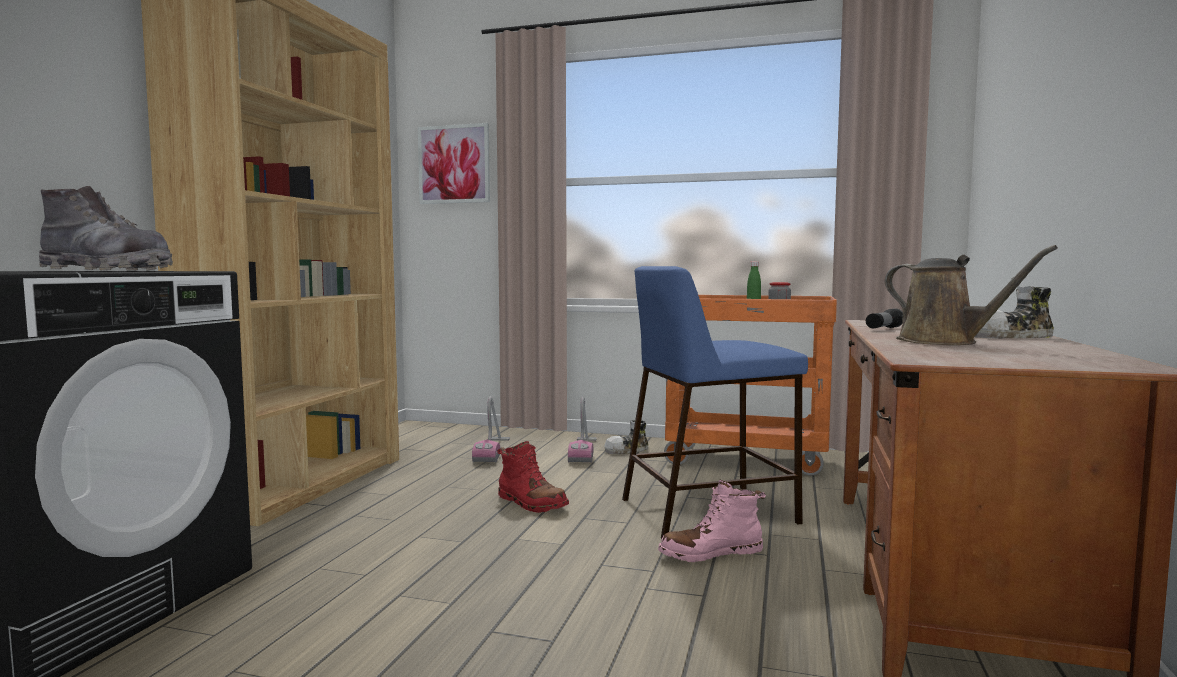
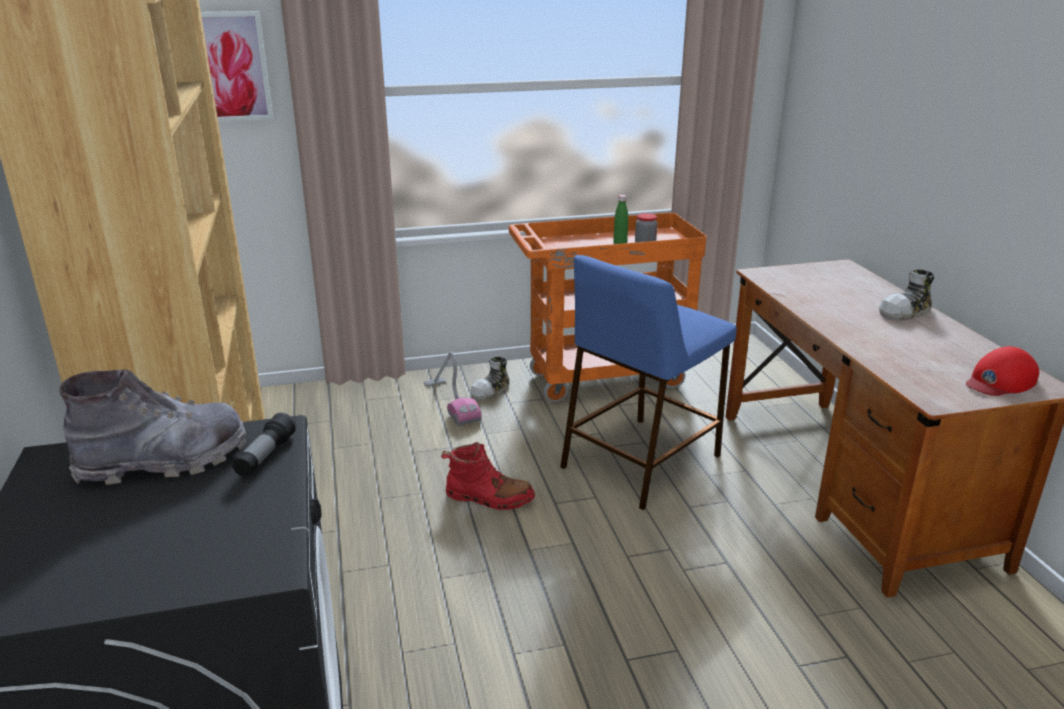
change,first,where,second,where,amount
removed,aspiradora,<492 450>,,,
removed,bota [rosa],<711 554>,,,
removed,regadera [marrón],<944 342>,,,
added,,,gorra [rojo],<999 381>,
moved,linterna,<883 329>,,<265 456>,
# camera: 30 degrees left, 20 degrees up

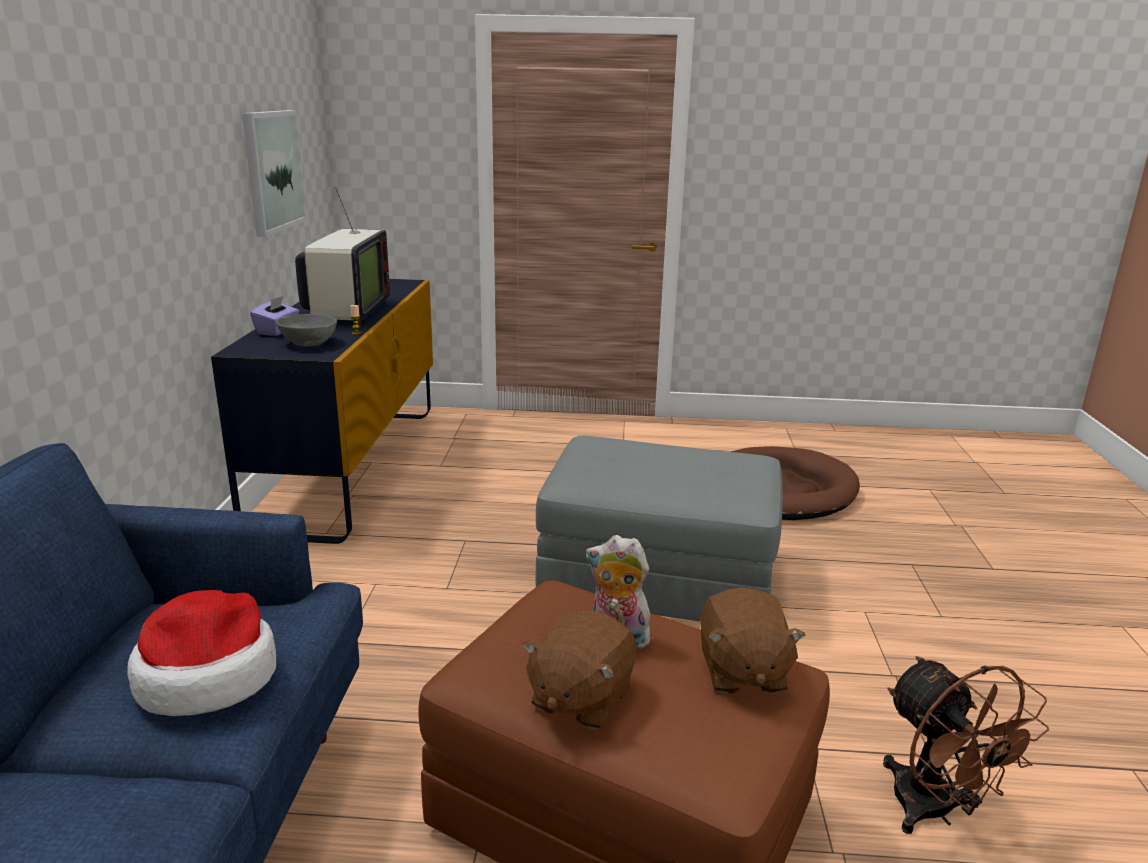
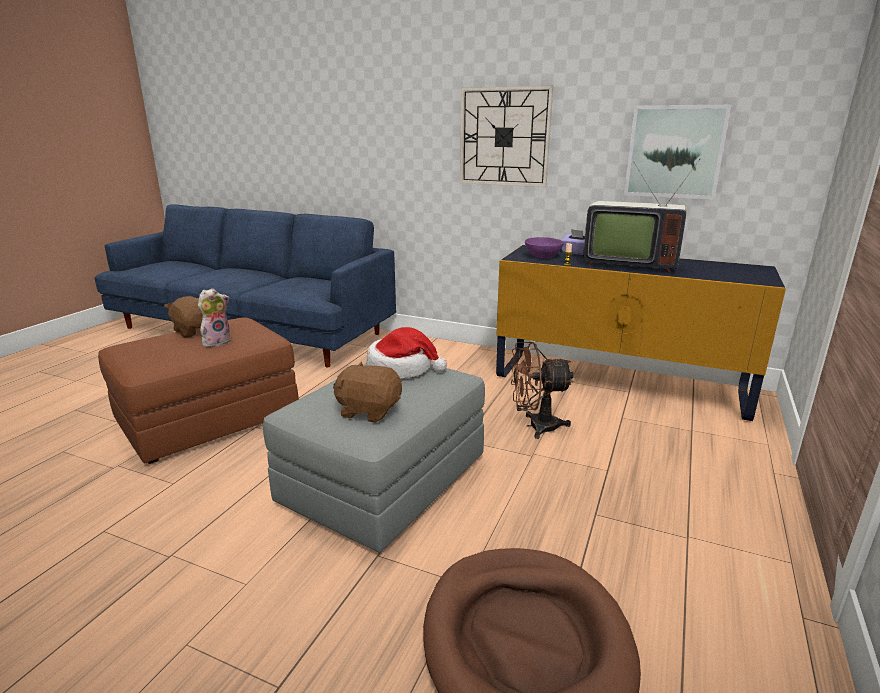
change,first,where,second,where,amount
added,,,reloj de pared,<504 137>,
moved,sombrero,<208 676>,,<402 368>,
moved,peluche [marrón],<741 672>,,<369 410>,
moved,ventilador [marrón],<935 812>,,<535 426>,
recoloured,cuenco [gris],<309 343>,cuenco [morado],<543 256>,
# camera: 110 degrees right, 0 degrees up

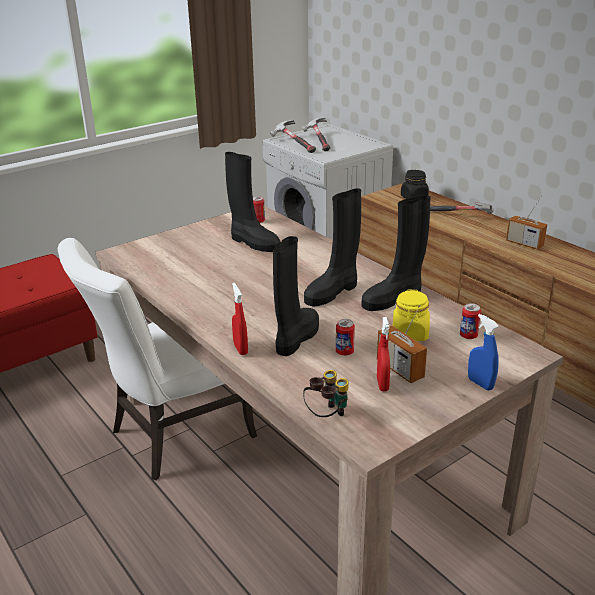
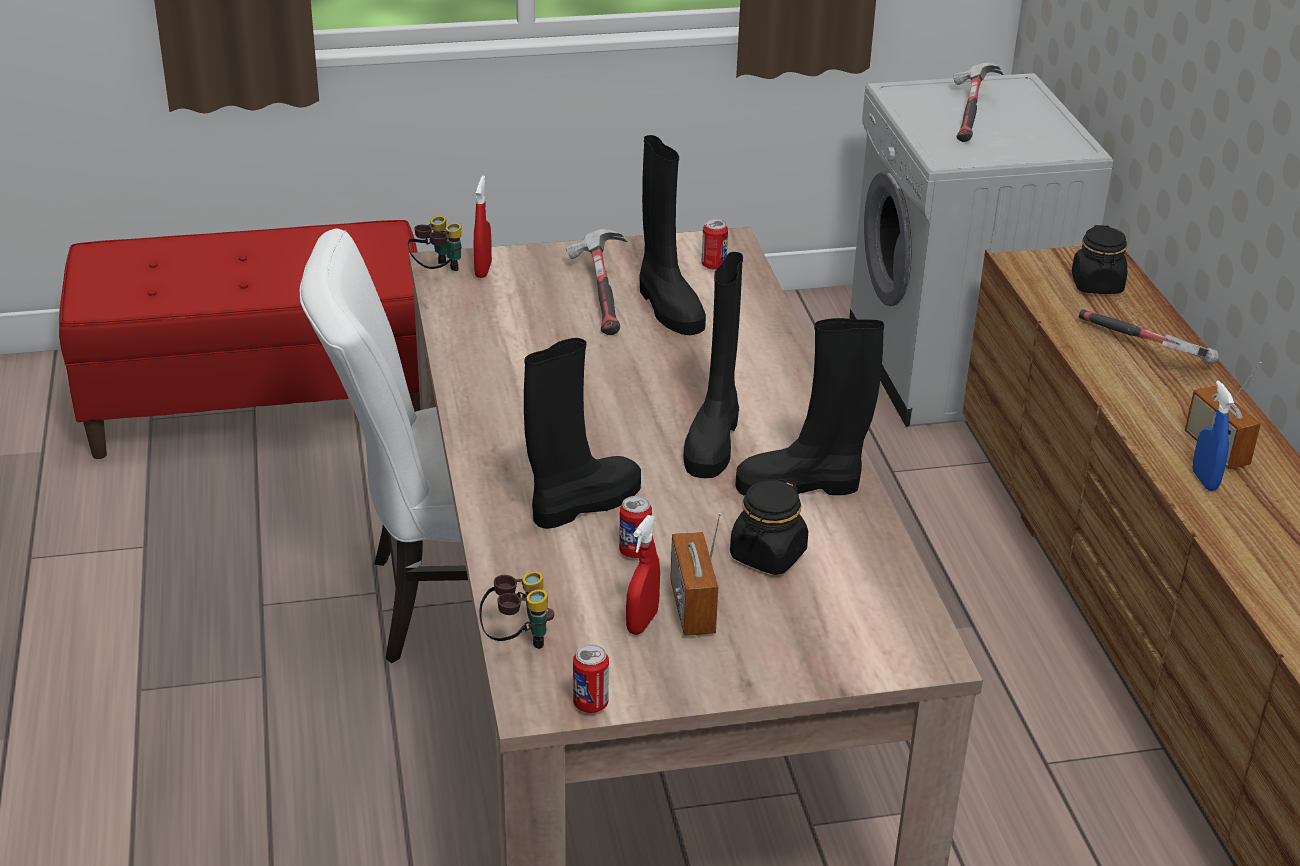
change,first,where,second,where,amount
added,,,prismáticos,<437 272>,
moved,pulverizador [rojo],<240 349>,,<483 270>,
moved,martillo,<294 144>,,<601 294>,
moved,lata,<468 336>,,<590 704>,
moved,pulverizador [azul],<480 384>,,<1204 480>,
recoloured,tarro [amarillo],<410 333>,tarro [negro],<767 555>,
turned,bota [negro],<332 292>,,<713 441>,60 degrees counterclockwise
# camera: 25 degrees right, 5 degrees up

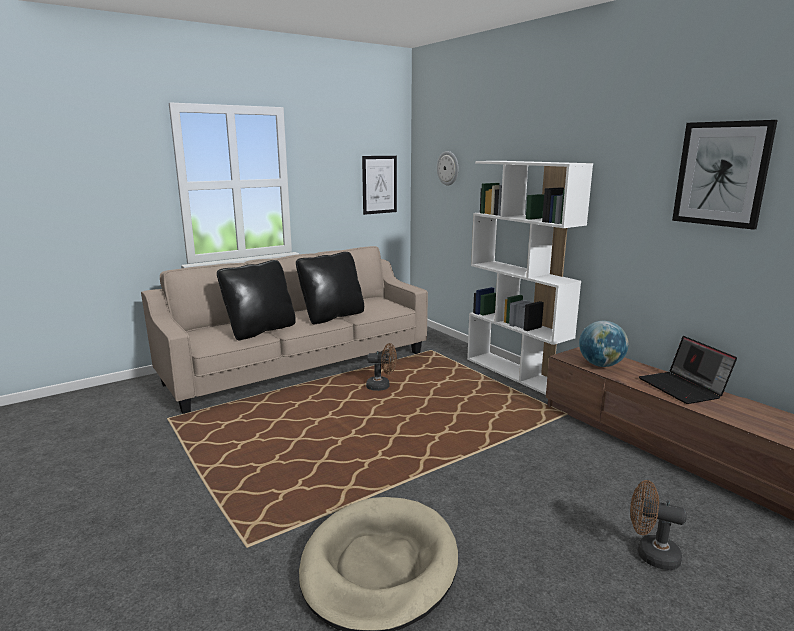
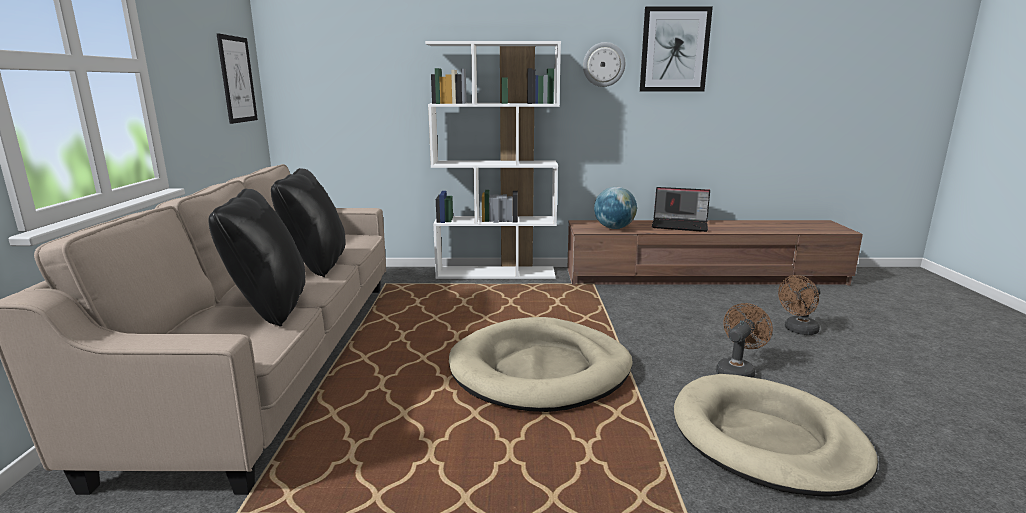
change,first,where,second,where,amount
added,,,cama para perro [beis],<541 370>,
moved,ventilador [marrón],<382 386>,,<737 371>,
moved,reloj de pared,<448 168>,,<603 64>,
# camera: 55 degrees left, 0 degrees up

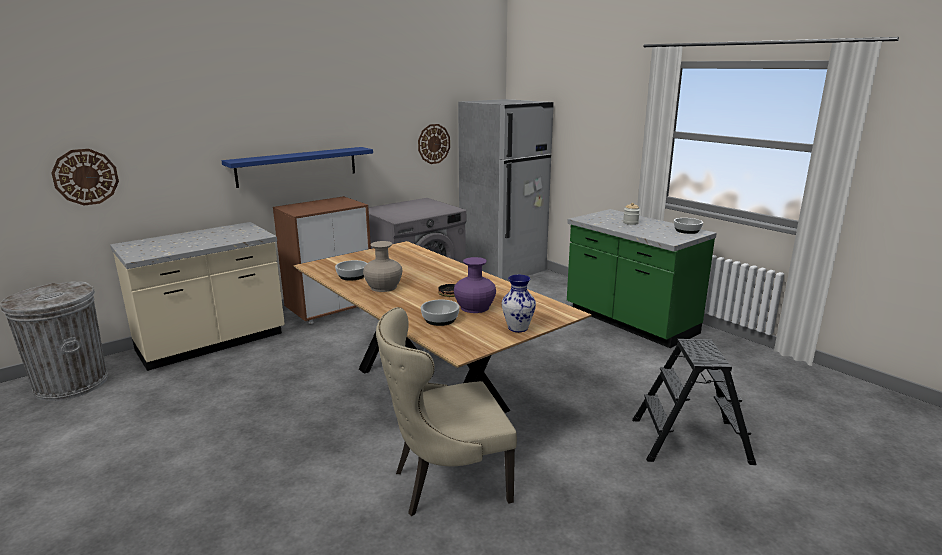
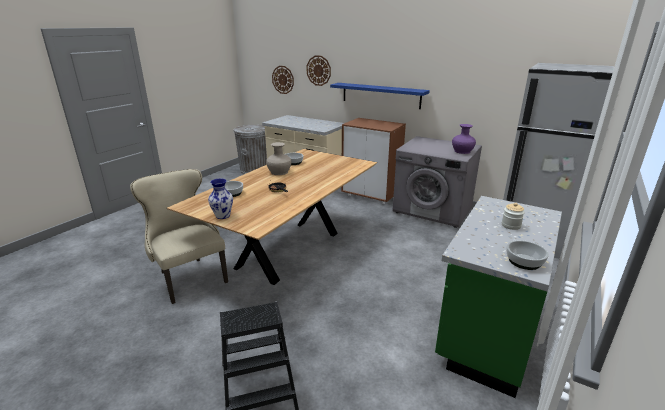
change,first,where,second,where,amount
moved,reloj de pared,<433 144>,,<318 70>,
moved,florero [morado],<474 307>,,<462 151>,
# camera: 70 degrees right, 5 degrees up

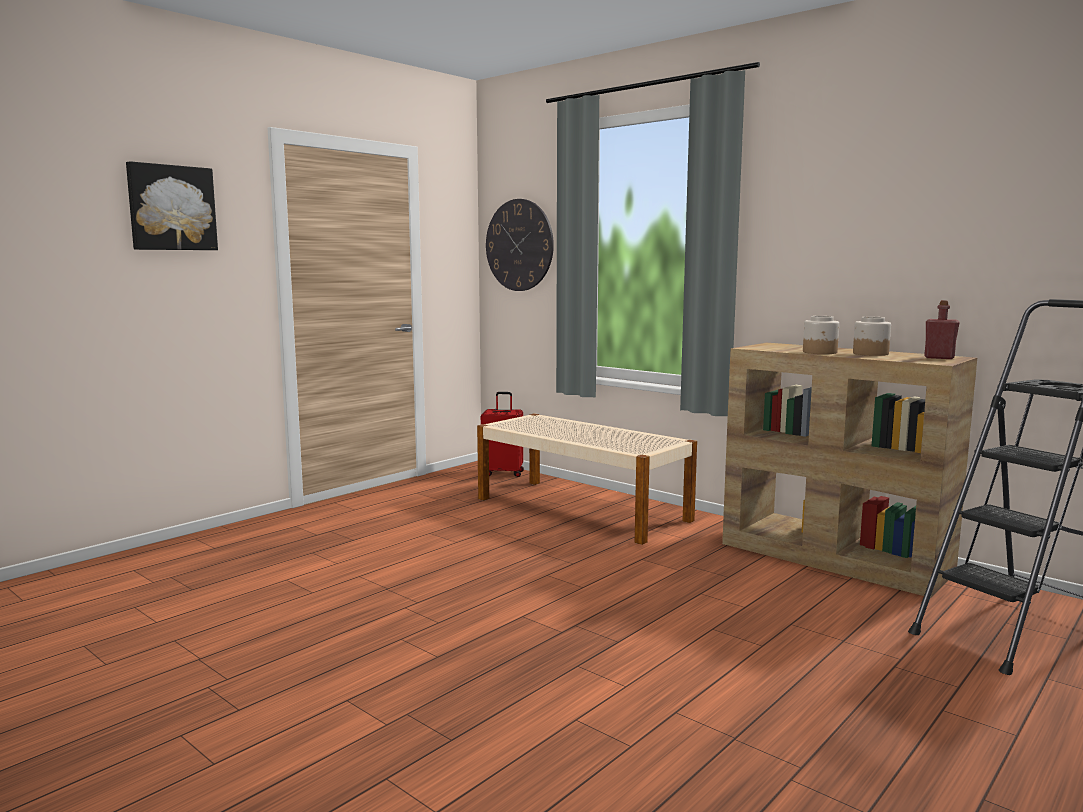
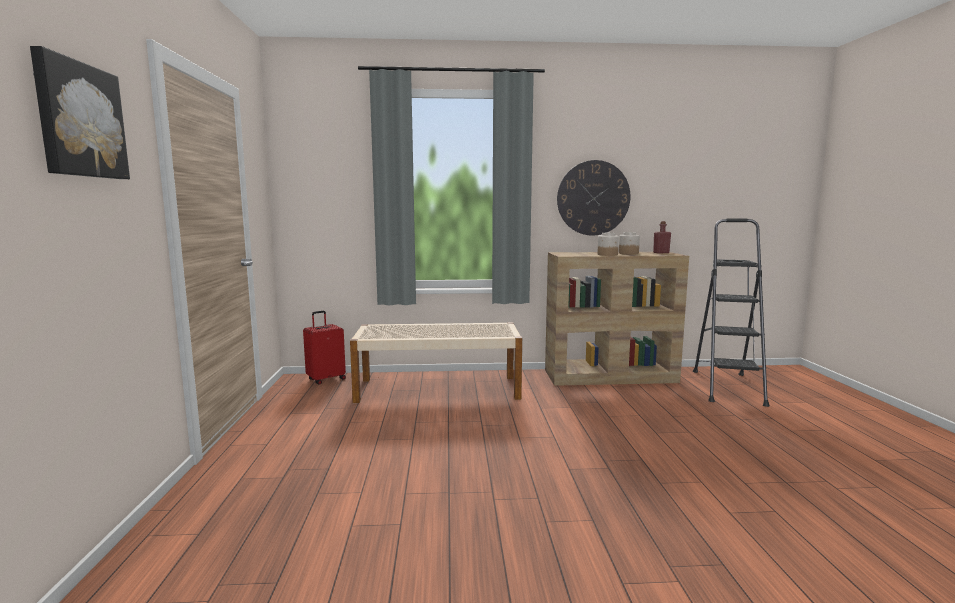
change,first,where,second,where,amount
moved,reloj de pared,<519 245>,,<593 198>,
# camera: 45 degrees left, 0 degrees up

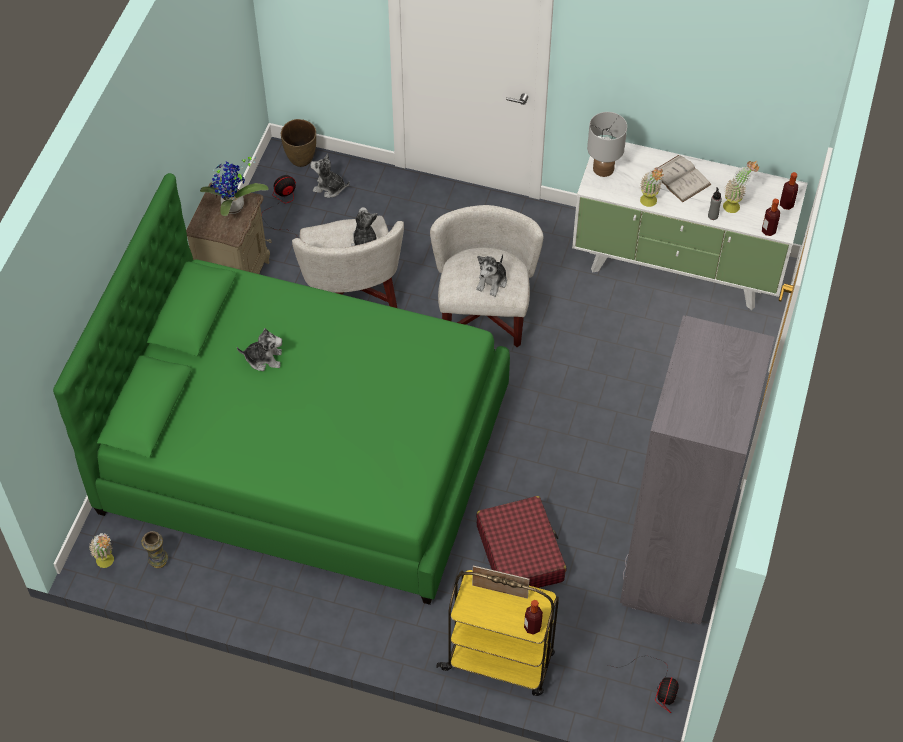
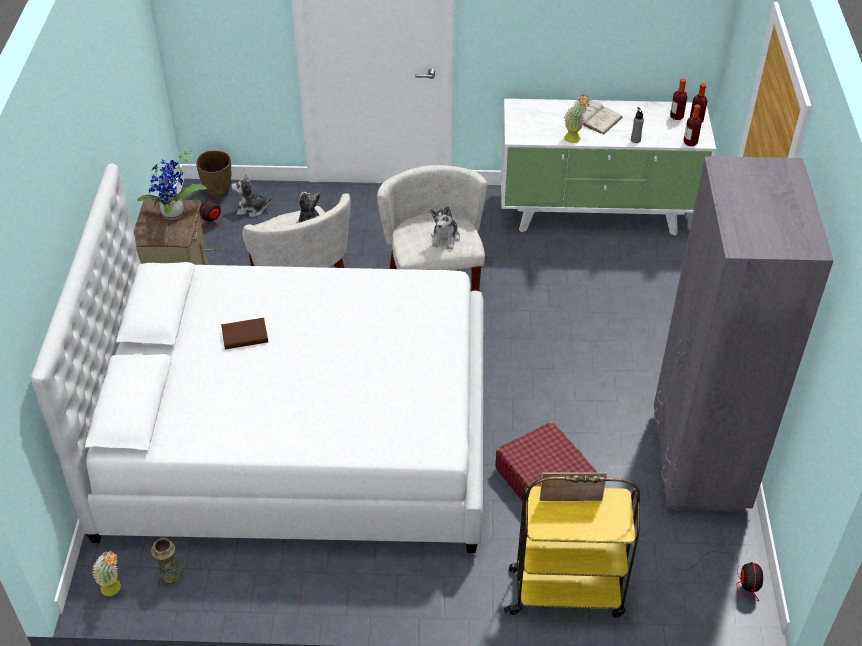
change,first,where,second,where,amount
removed,lámpara de mesa [gris],<603 169>,,,
removed,planta en maceta,<735 205>,,,
moved,botella,<532 627>,,<676 116>,
replaced,peluche,<264 358>,libro [marrón],<245 336>,
recoloured,cama [verde],<305 450>,cama [blanco],<298 435>,
# camera: 15 degrees left, 10 degrees down

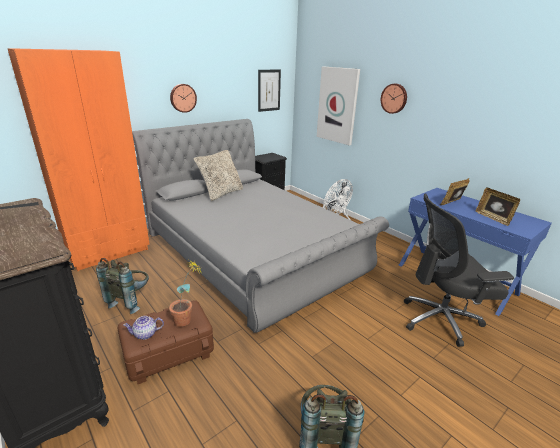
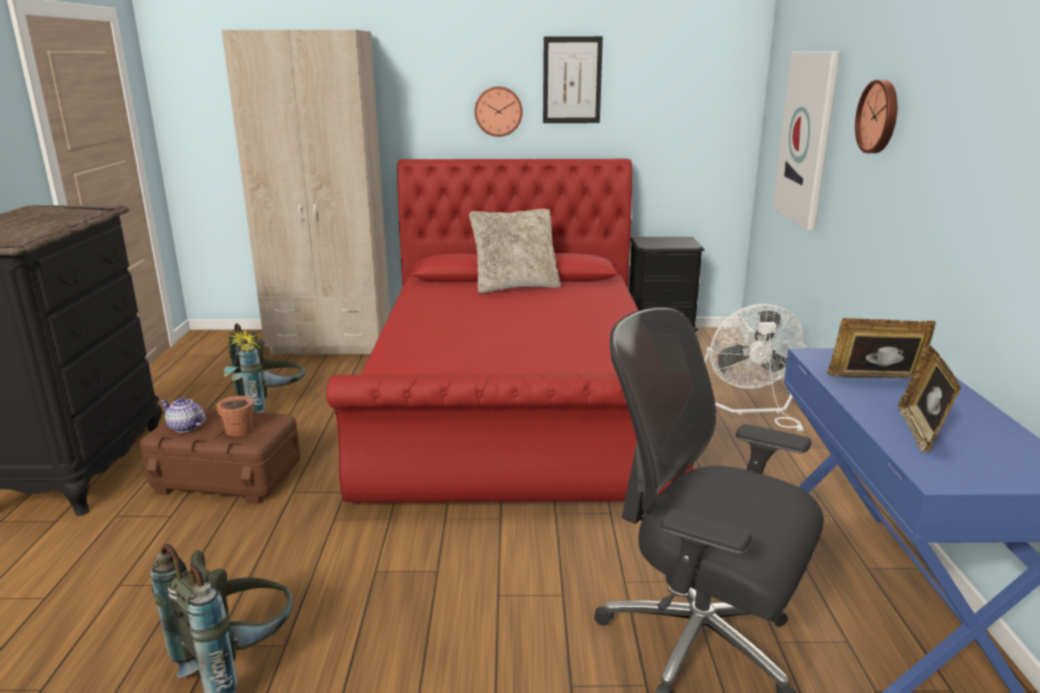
change,first,where,second,where,amount
moved,cuadro,<269 90>,,<572 80>,
recoloured,armario ropero [naranja],<109 251>,armario ropero [beis],<332 343>,
recoloured,cama [gris],<252 250>,cama [rojo],<515 399>,
# camera: 40 degrees right, 5 degrees down

